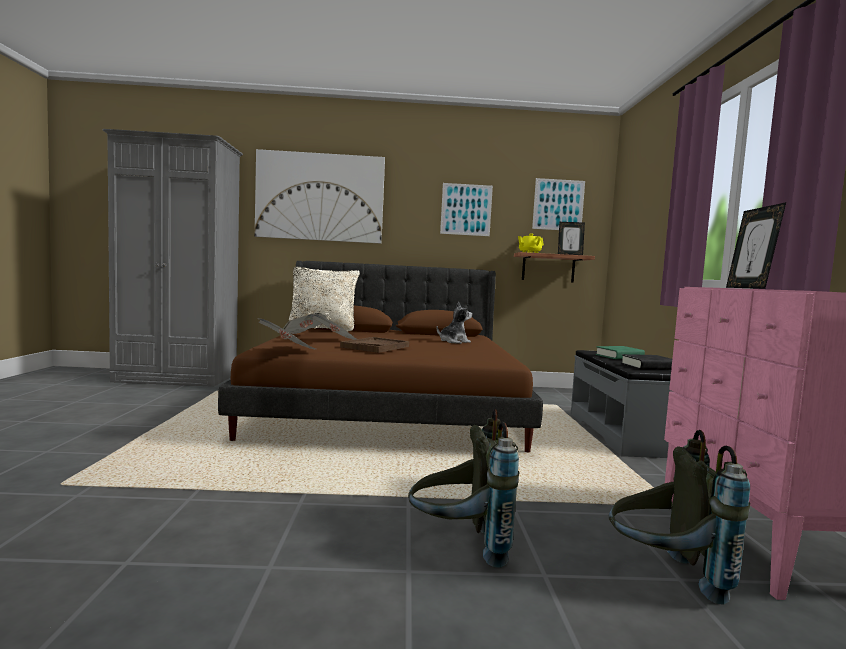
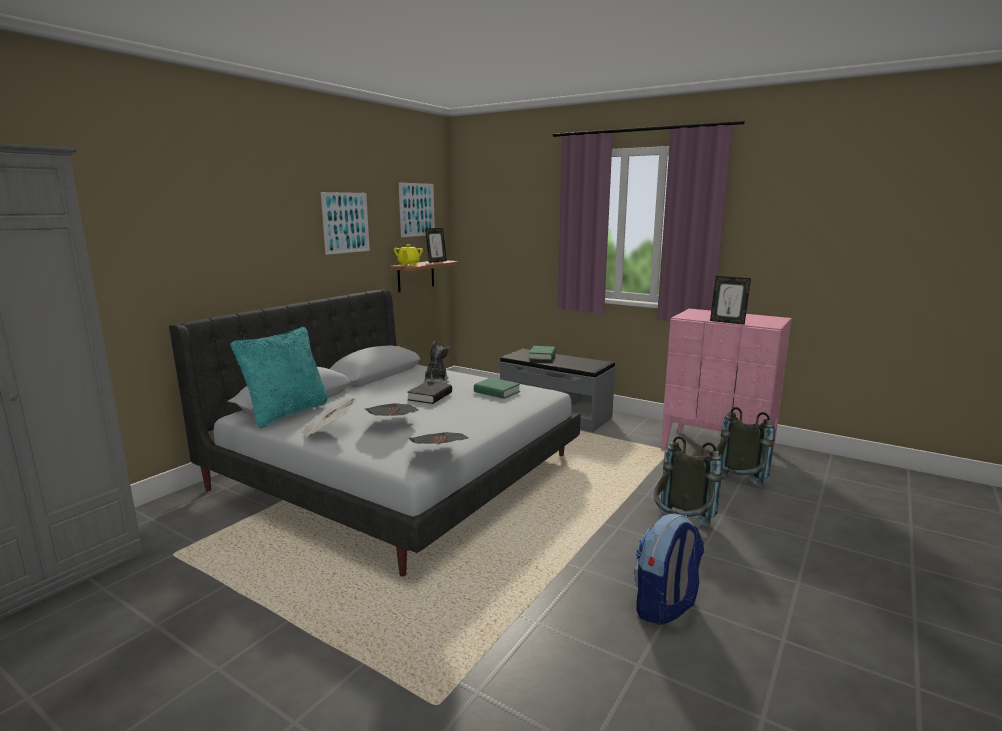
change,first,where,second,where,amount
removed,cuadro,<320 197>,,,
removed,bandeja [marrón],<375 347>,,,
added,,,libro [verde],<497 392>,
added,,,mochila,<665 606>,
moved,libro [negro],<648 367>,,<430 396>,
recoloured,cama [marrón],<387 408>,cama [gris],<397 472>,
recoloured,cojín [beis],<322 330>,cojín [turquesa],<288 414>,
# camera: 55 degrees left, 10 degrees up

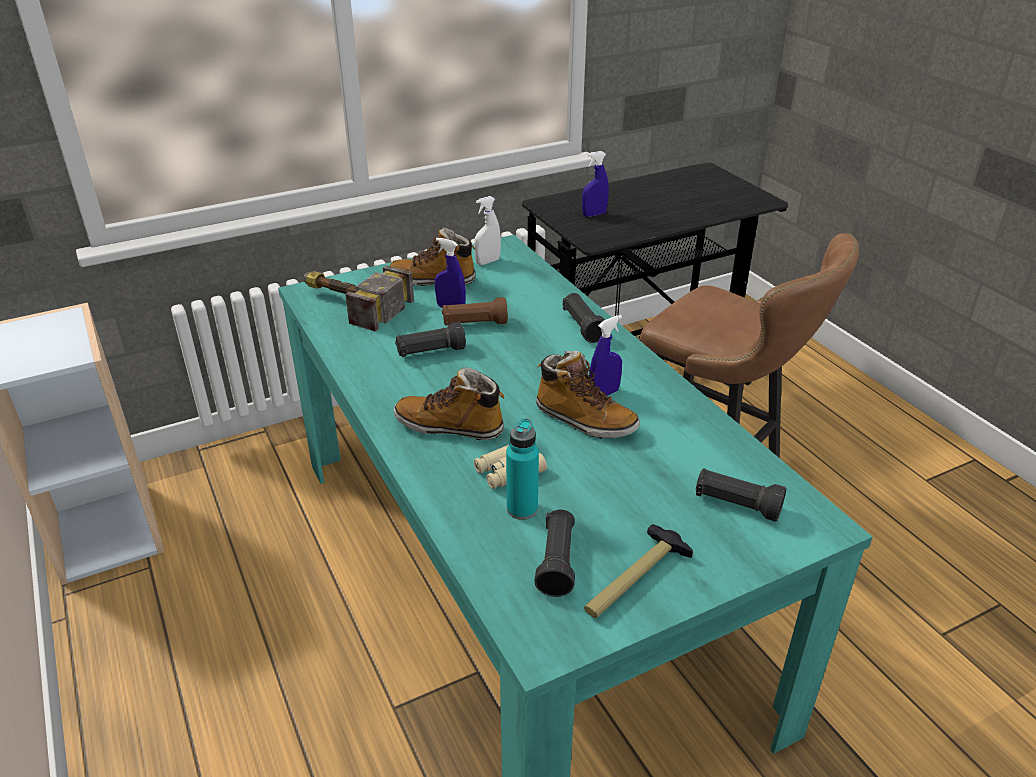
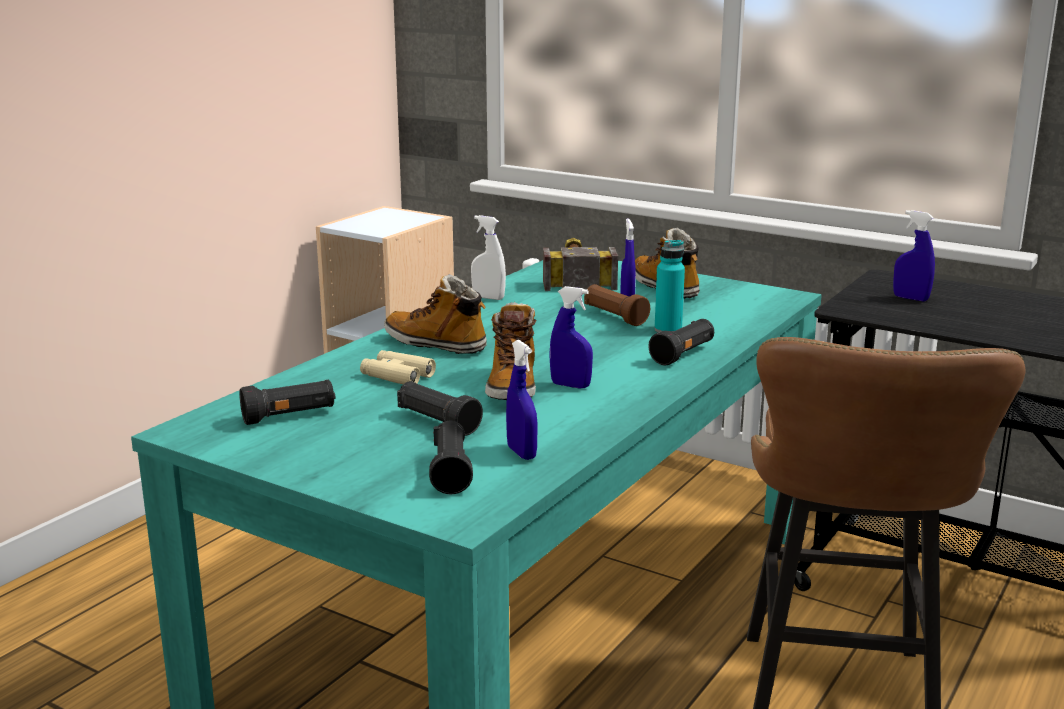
change,first,where,second,where,amount
removed,martillo,<634 580>,,,
added,,,pulverizador [azul],<521 453>,
moved,linterna [negro],<430 352>,,<438 422>,
moved,pulverizador [blanco],<487 262>,,<488 297>,
moved,botella [turquesa],<522 509>,,<668 330>,
turned,bota,<450 427>,,<436 344>,45 degrees counterclockwise
# camera: 60 degrees right, 15 degrees down

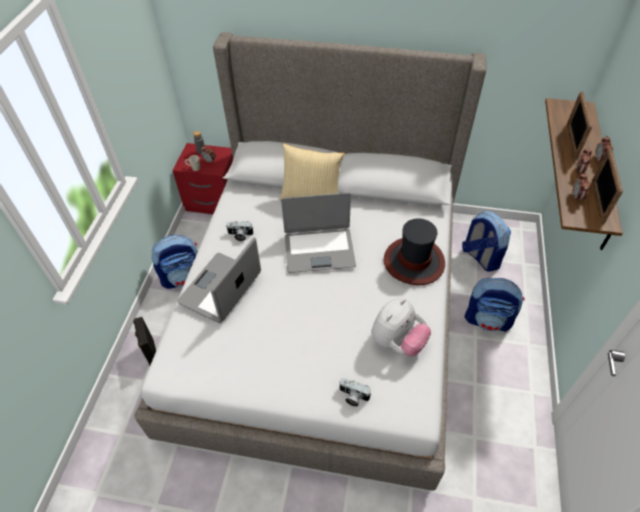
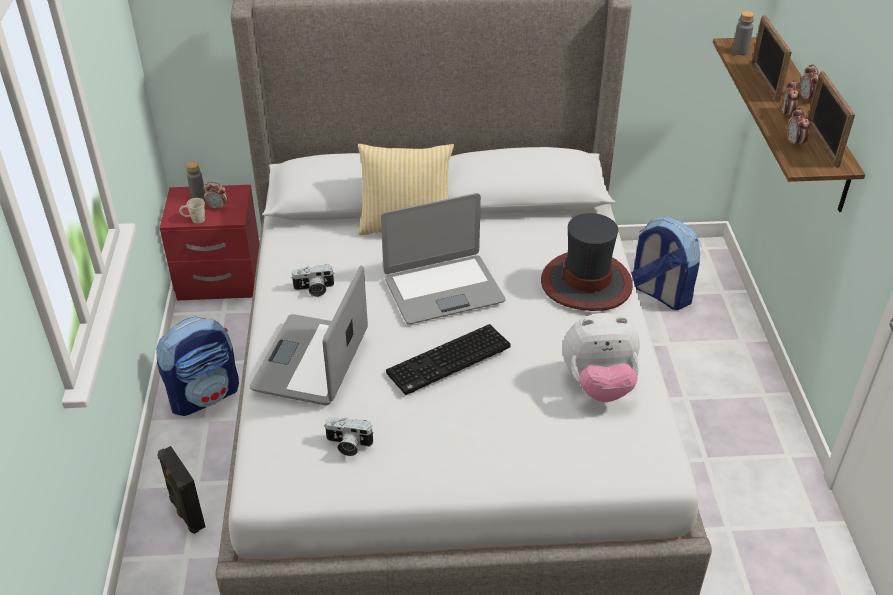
change,first,where,second,where,amount
removed,mochila,<488 319>,,,
added,,,teclado,<449 362>,
added,,,botella [gris],<740 51>,
moved,cámara,<352 396>,,<348 445>,
turned,peluche,<397 341>,,<599 385>,60 degrees clockwise
# camera: 15 degrees left, 10 degrees down

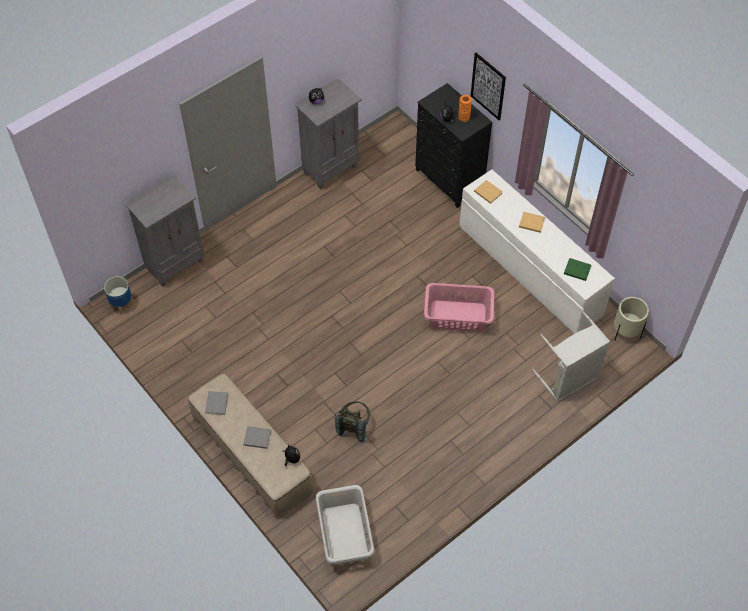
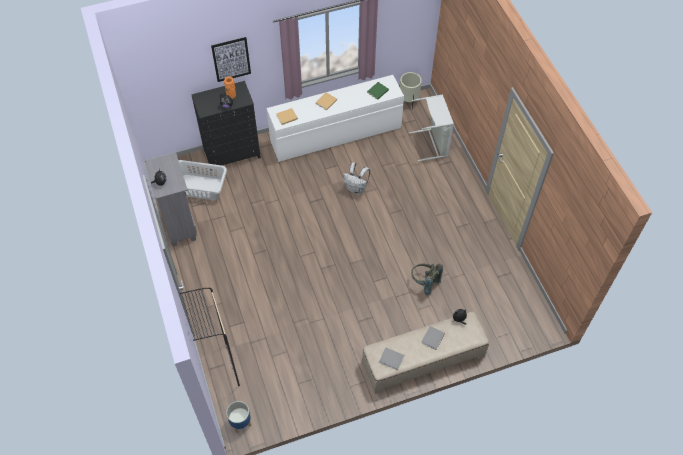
change,first,where,second,where,amount
moved,cesto de la ropa [gris],<344 534>,,<200 188>,
replaced,armario [gris],<175 266>,perchero [negro],<220 368>,
replaced,cesto de la ropa [rosa],<458 316>,mochila [blanco],<356 189>,
# camera: 70 degrees left, 0 degrees up

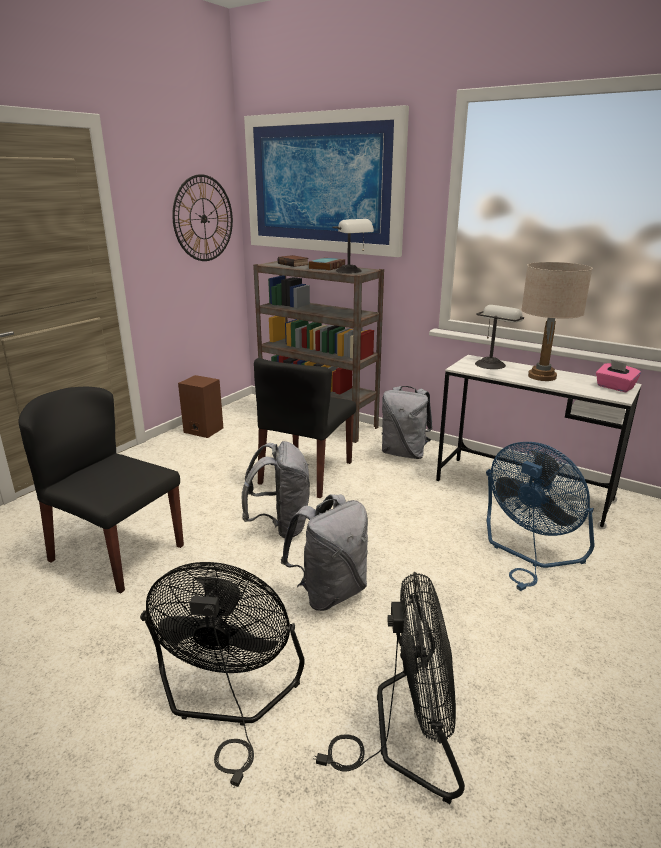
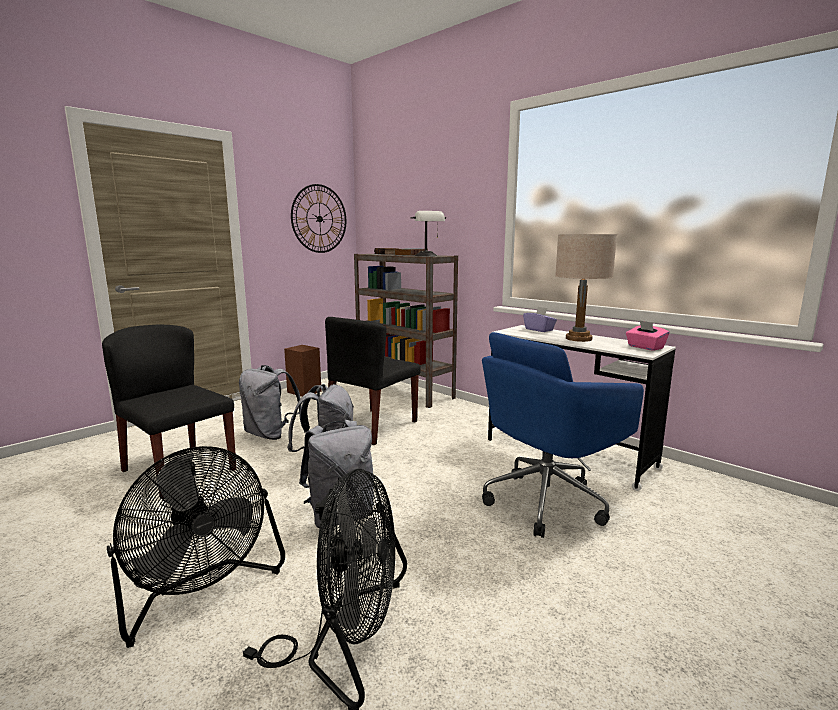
change,first,where,second,where,amount
removed,cuadro,<322 183>,,,
moved,mochila [gris],<404 453>,,<270 434>,
replaced,lámpara de mesa,<492 363>,caja de pañuelos [morado],<539 330>,
replaced,ventilador [azul],<526 551>,silla de oficina [azul],<548 502>,
turned,ventilador [negro],<225 702>,,<194 592>,120 degrees clockwise
# camera: 10 degrees right, 10 degrees down

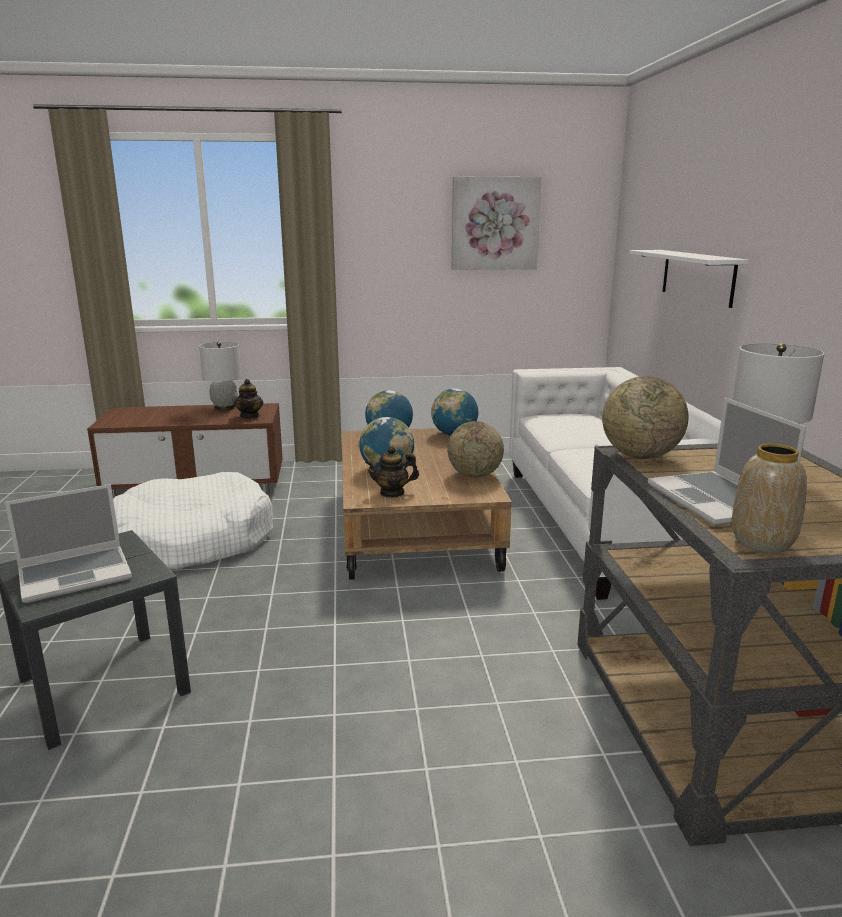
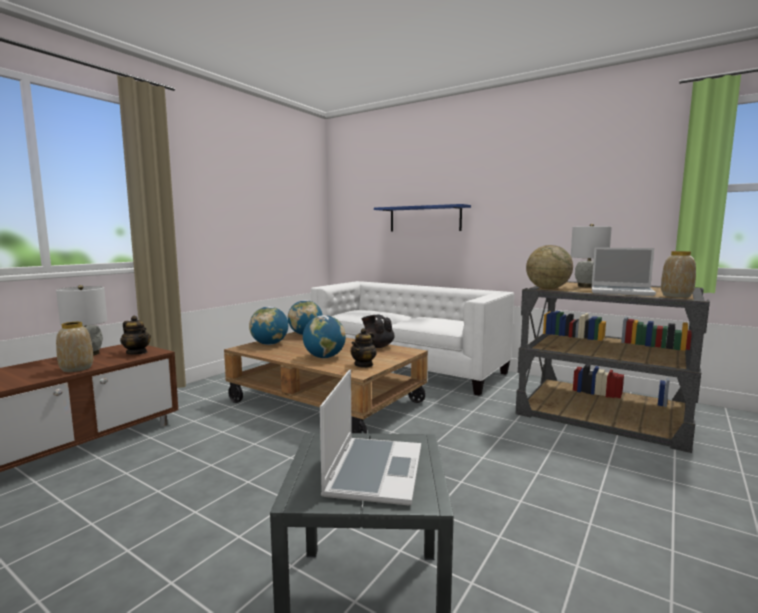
change,first,where,second,where,amount
removed,cama para perro [blanco],<191 541>,,,
removed,cuadro,<495 223>,,,
added,,,florero,<77 368>,
replaced,globo terráqueo,<475 475>,tetera [negro],<377 346>,
recoloured,estante [blanco],<697 276>,estante [azul],<424 219>,
# camera: 50 degrees left, 10 degrees down

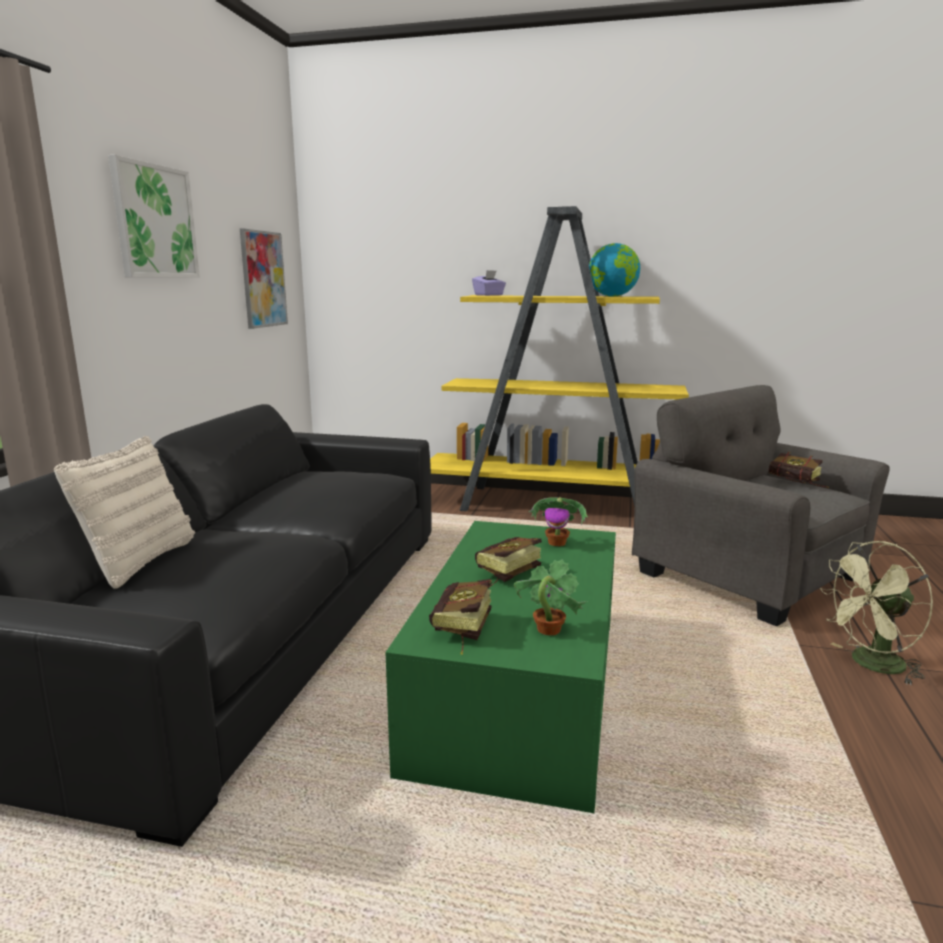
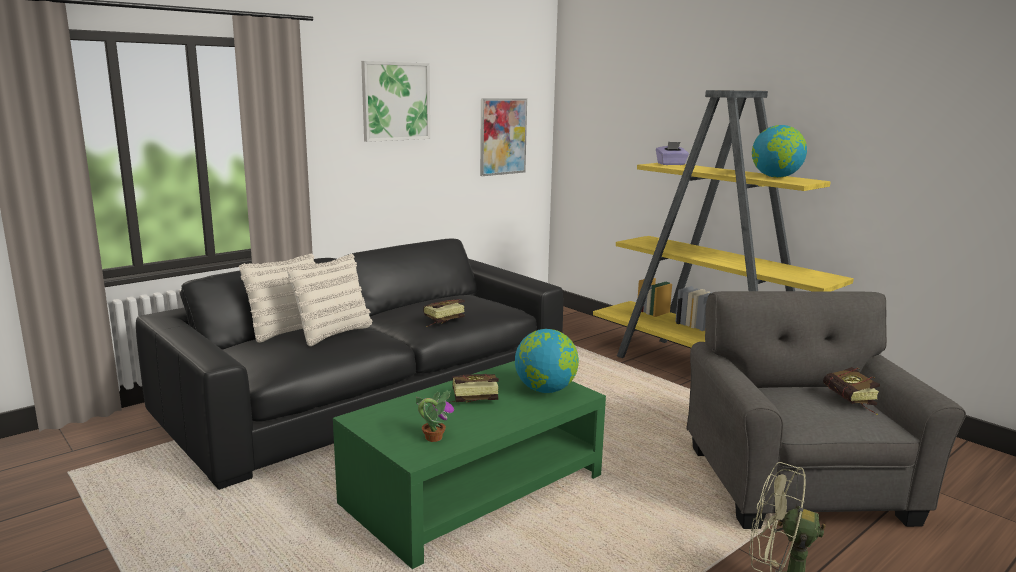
change,first,where,second,where,amount
added,,,cojín [beis],<333 334>,
moved,libro,<460 631>,,<440 321>,
replaced,planta en maceta,<557 543>,globo terráqueo,<545 390>,
# camera: 35 degrees right, 0 degrees up

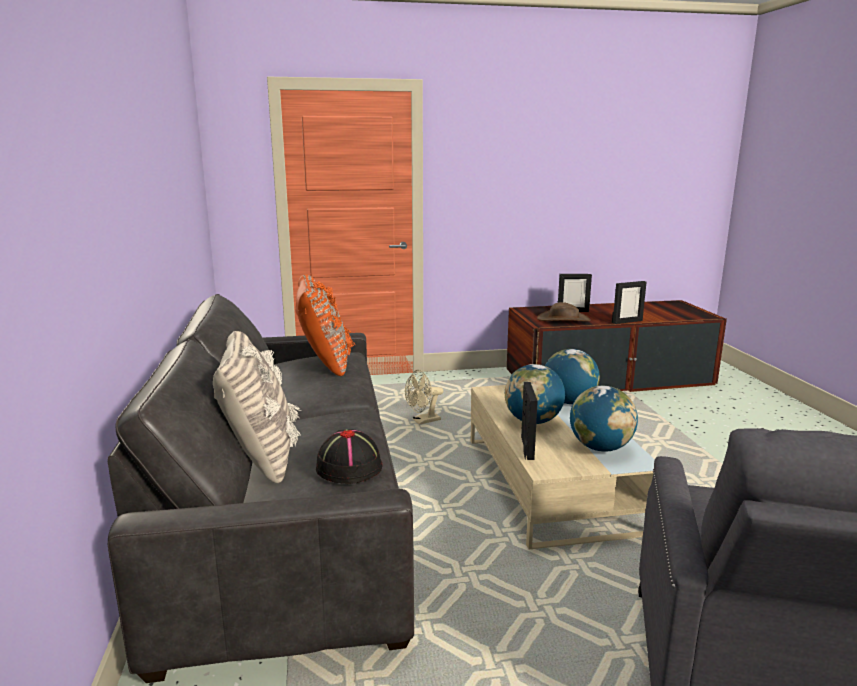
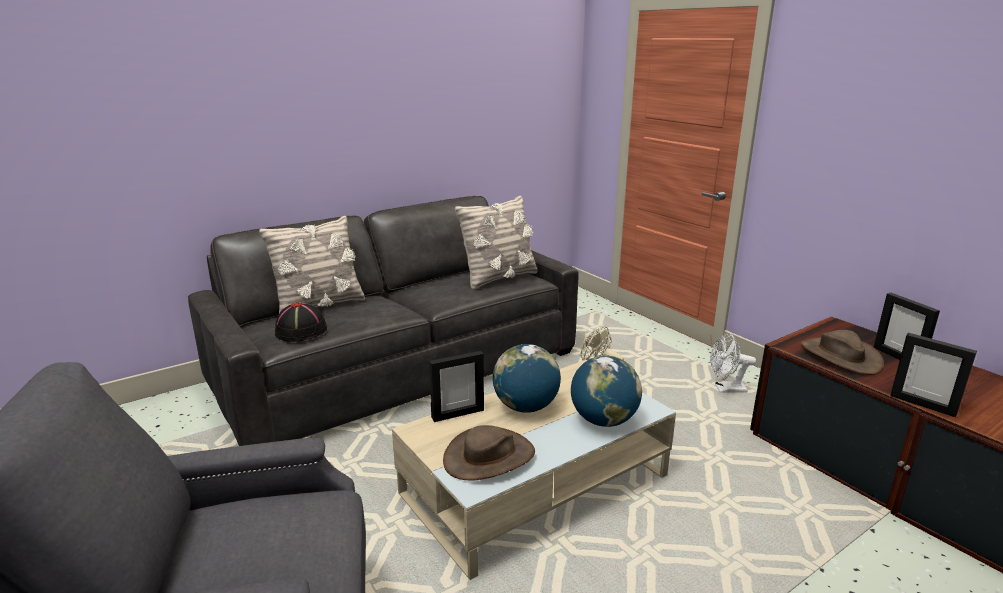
change,first,where,second,where,amount
added,,,ventilador [blanco],<725 389>,
replaced,globo terráqueo,<600 448>,sombrero [marrón],<489 457>,
recoloured,cojín [naranja],<326 363>,cojín [beis],<499 278>,
# camera: 65 degrees right, 5 degrees up

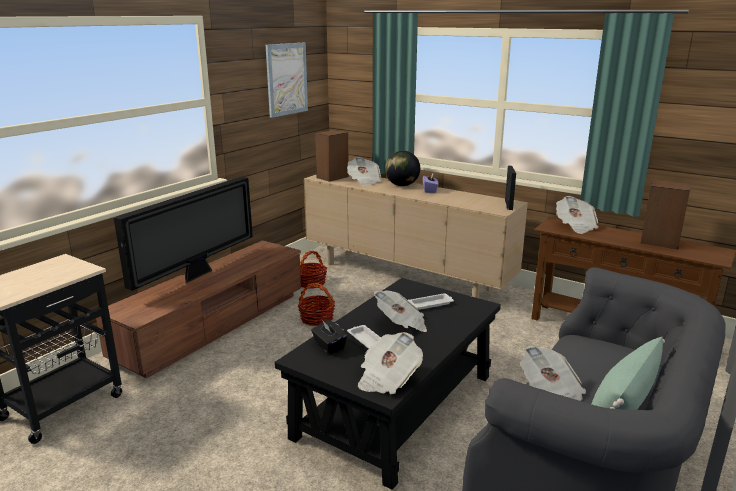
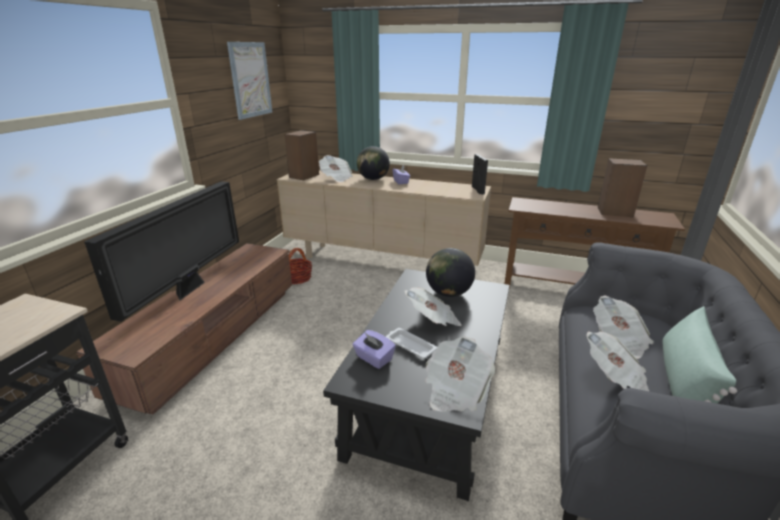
change,first,where,second,where,amount
removed,cesta,<317 319>,,,
moved,periódico,<575 226>,,<619 339>,
replaced,bandeja [blanco],<431 304>,globo terráqueo,<448 293>,
recoloured,caja de pañuelos [negro],<328 346>,caja de pañuelos [morado],<373 358>,
# camera: 15 degrees left, 5 degrees up

